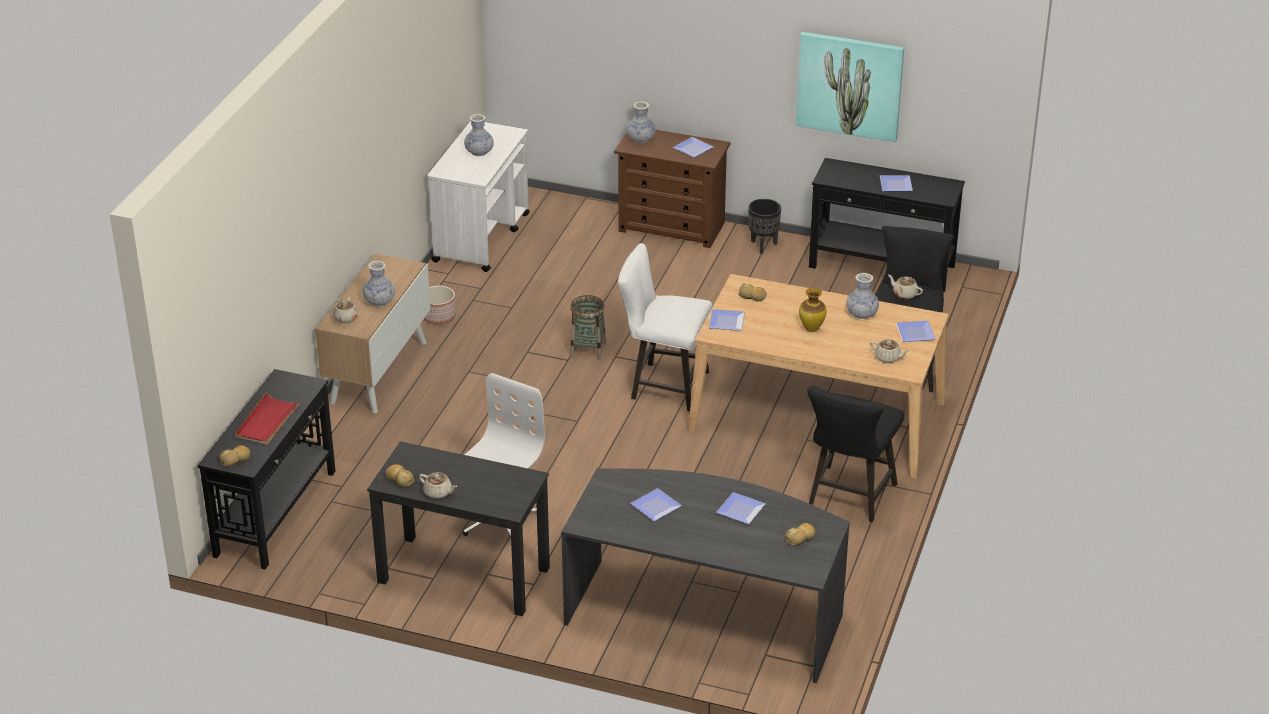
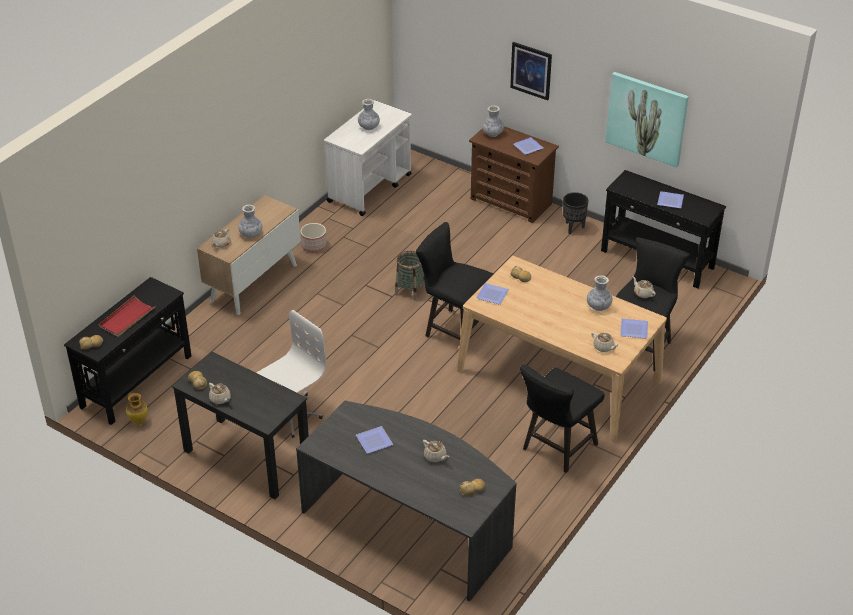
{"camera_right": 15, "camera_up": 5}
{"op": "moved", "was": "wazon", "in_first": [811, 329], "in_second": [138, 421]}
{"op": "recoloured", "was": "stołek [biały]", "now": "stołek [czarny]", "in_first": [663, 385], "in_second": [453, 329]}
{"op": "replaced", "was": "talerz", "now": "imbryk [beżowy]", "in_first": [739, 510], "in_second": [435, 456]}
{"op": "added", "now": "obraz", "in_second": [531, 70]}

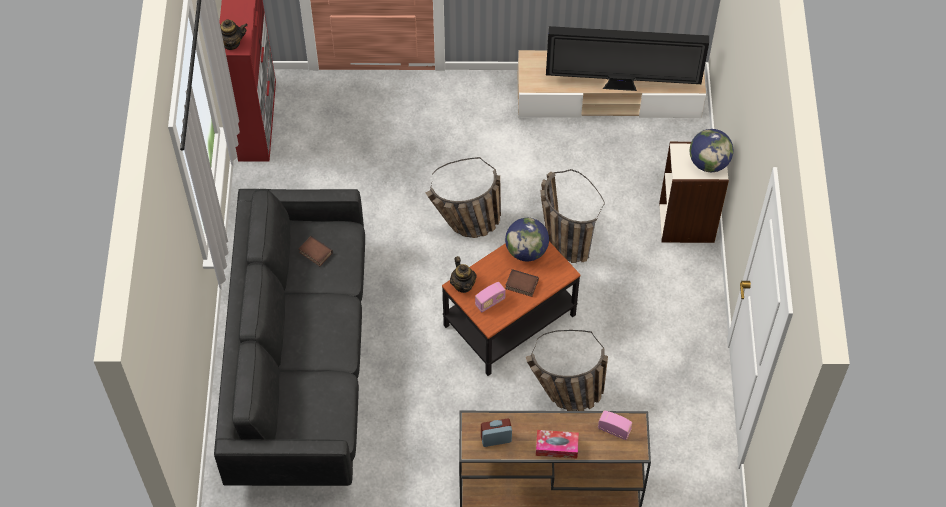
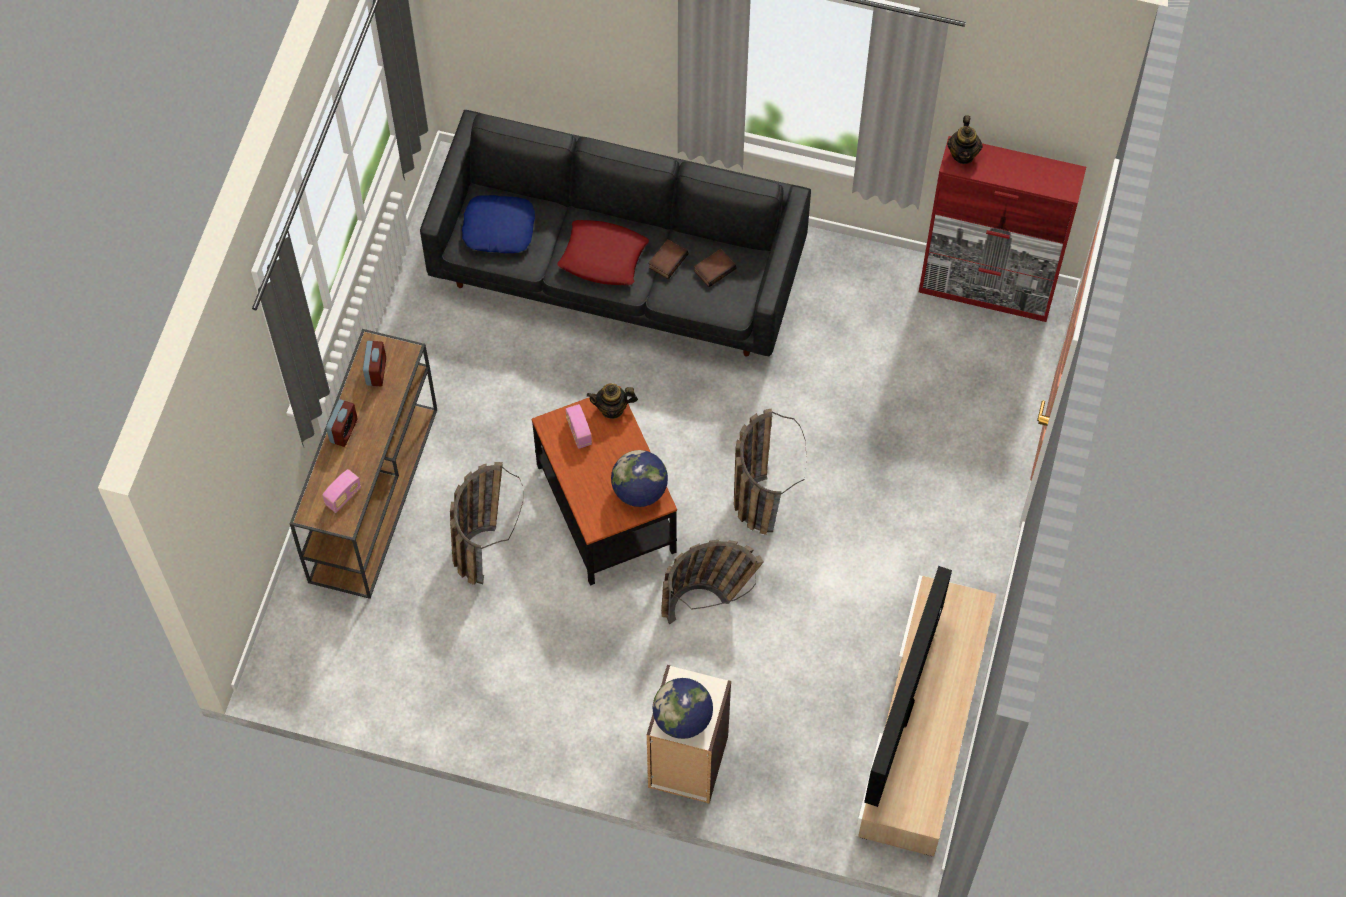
{"camera_right": 105, "camera_up": 5}
{"op": "replaced", "was": "pudełko chusteczek", "now": "budzik", "in_first": [556, 447], "in_second": [343, 431]}
{"op": "added", "now": "poduszka [niebieski]", "in_second": [499, 228]}
{"op": "added", "now": "poduszka [czerwony]", "in_second": [603, 257]}
{"op": "moved", "was": "książka", "in_first": [521, 285], "in_second": [667, 260]}

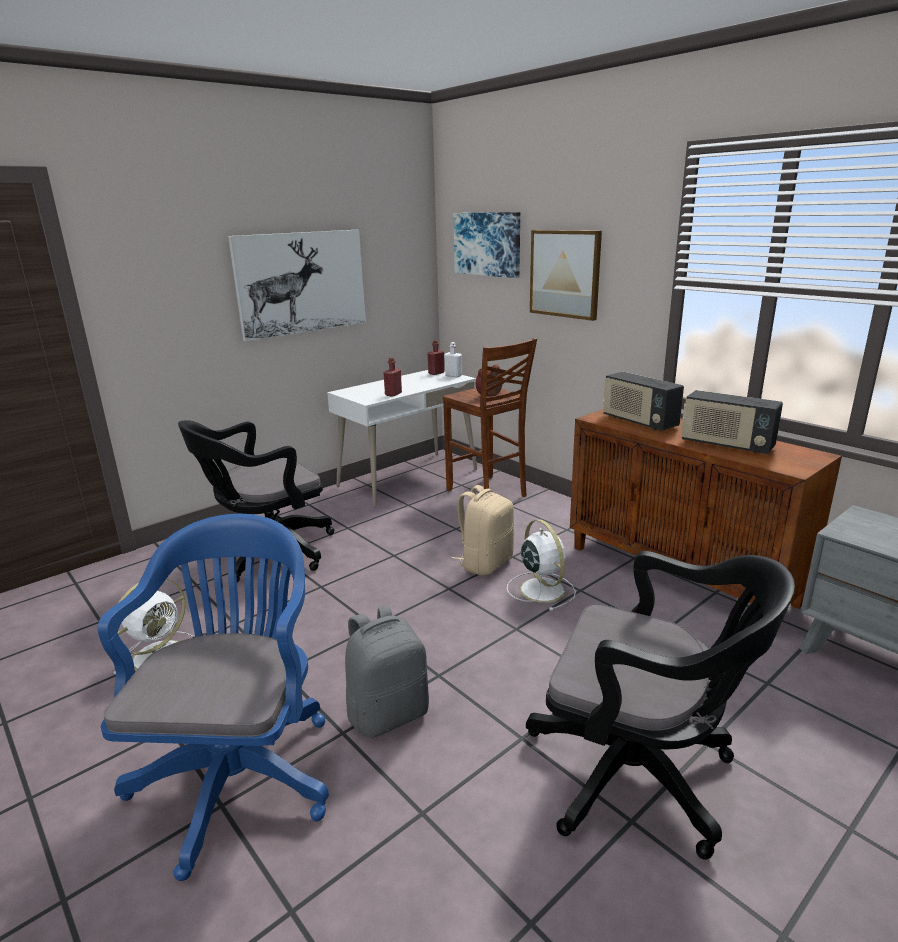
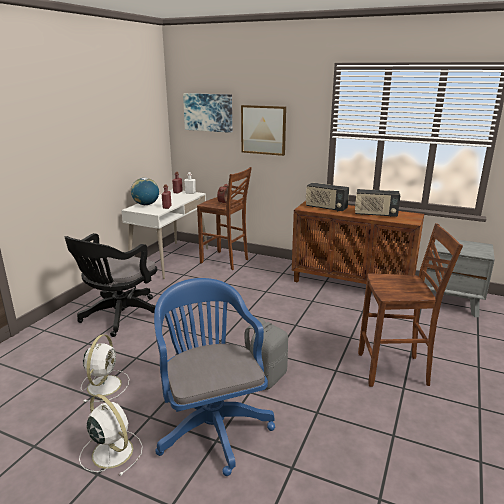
{"camera_right": -25, "camera_up": 0}
{"op": "moved", "was": "wentylator [biały]", "in_first": [541, 589], "in_second": [111, 451]}
{"op": "added", "now": "globus", "in_second": [146, 204]}
{"op": "replaced", "was": "krzesło biurowe [czarny]", "now": "stołek [brązowy]", "in_first": [640, 775], "in_second": [394, 370]}
{"op": "removed", "was": "obraz", "in_first": [301, 283]}
{"op": "removed", "was": "plecak [beżowy]", "in_first": [485, 563]}

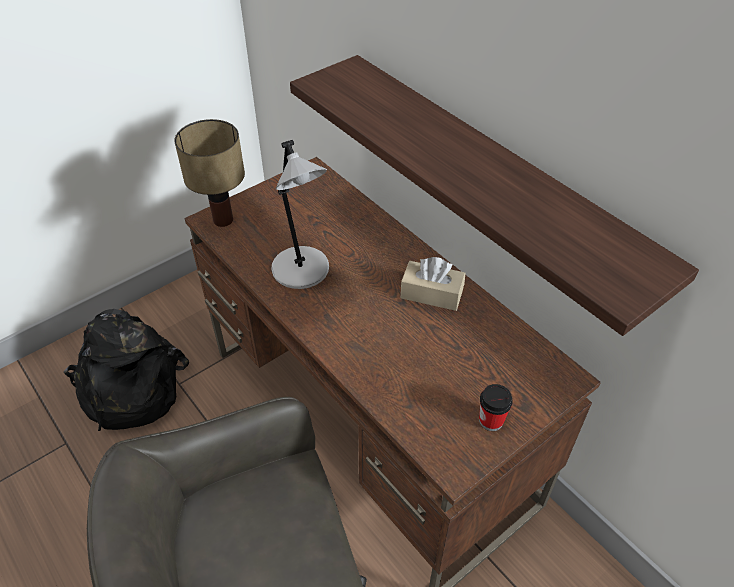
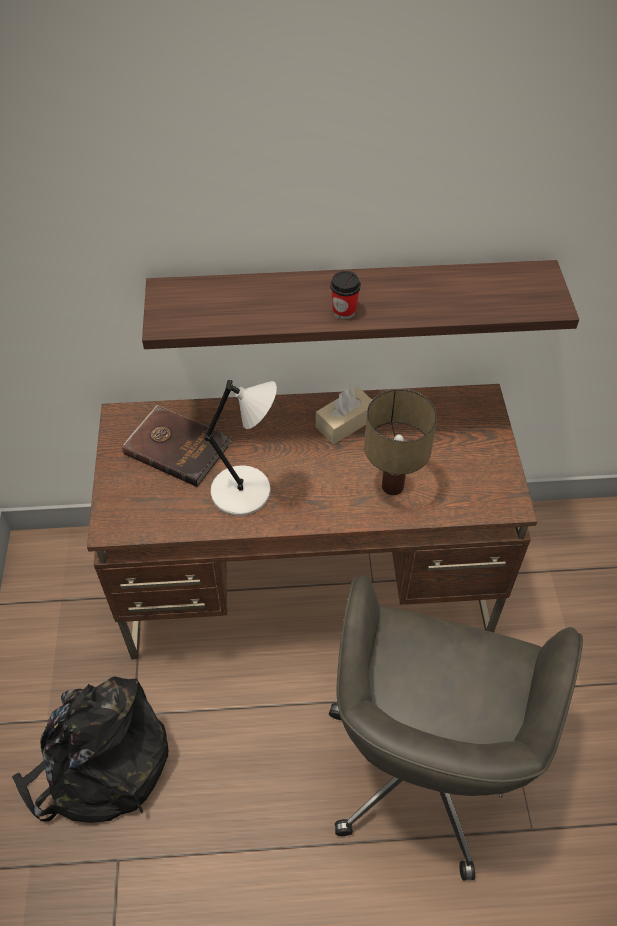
{"camera_right": -55, "camera_up": 5}
{"op": "added", "now": "książka [brązowy]", "in_second": [177, 447]}
{"op": "moved", "was": "filiżanka", "in_first": [491, 420], "in_second": [344, 311]}
{"op": "moved", "was": "lampa stołowa", "in_first": [222, 220], "in_second": [392, 487]}

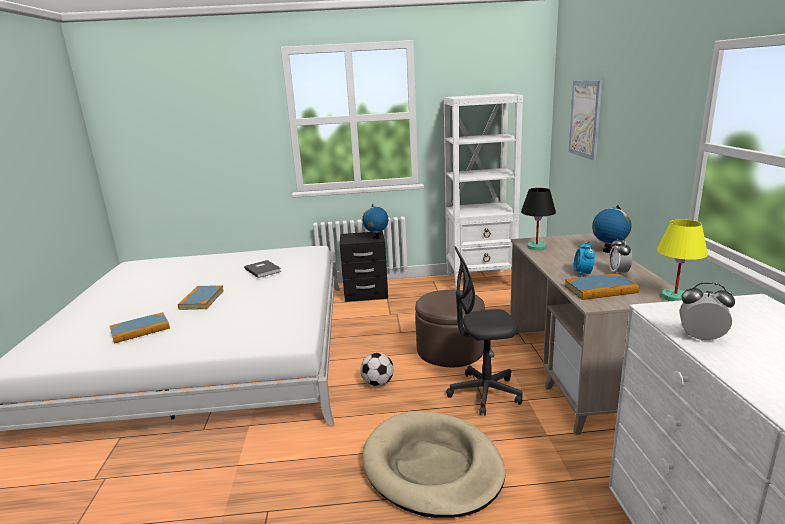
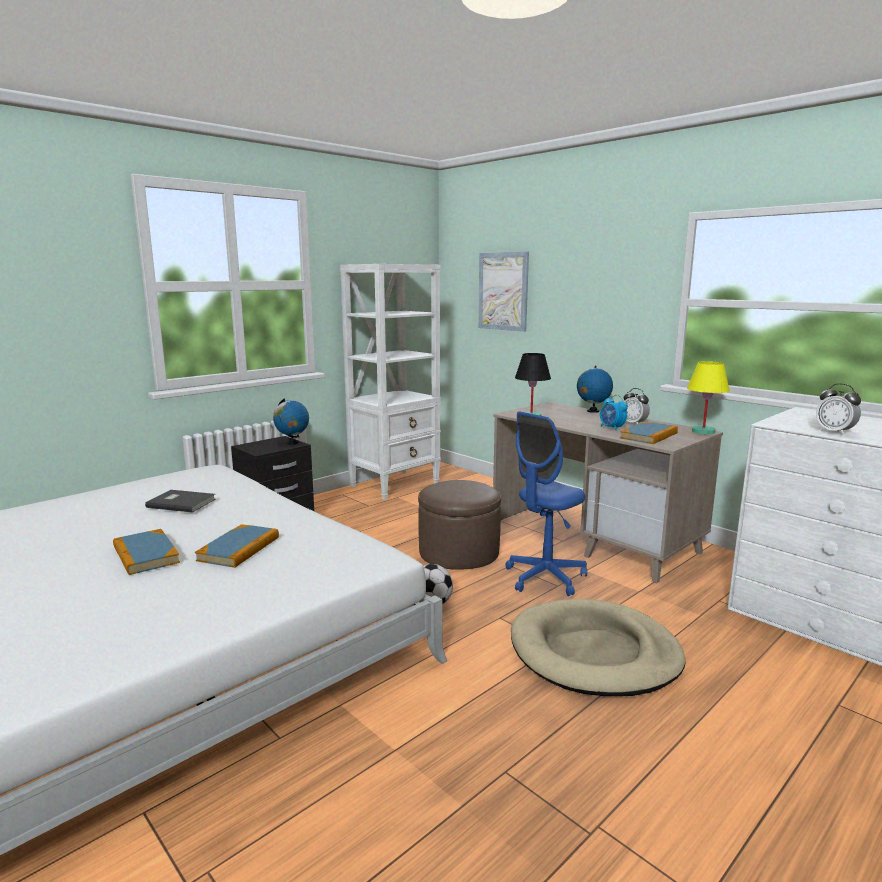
{"camera_right": -40, "camera_up": -5}
{"op": "moved", "was": "książka", "in_first": [140, 330], "in_second": [239, 549]}
{"op": "recoloured", "was": "krzesło biurowe [szary]", "now": "krzesło biurowe [niebieski]", "in_first": [484, 393], "in_second": [545, 578]}
{"op": "turned", "was": "budzik", "in_first": [701, 338], "in_second": [834, 432], "clockwise": -105}

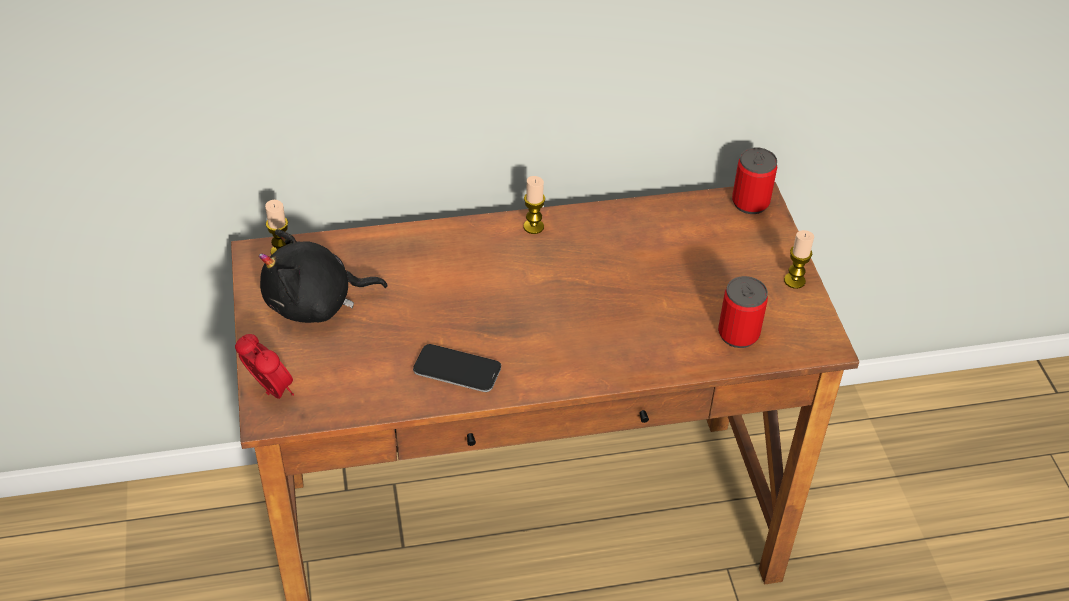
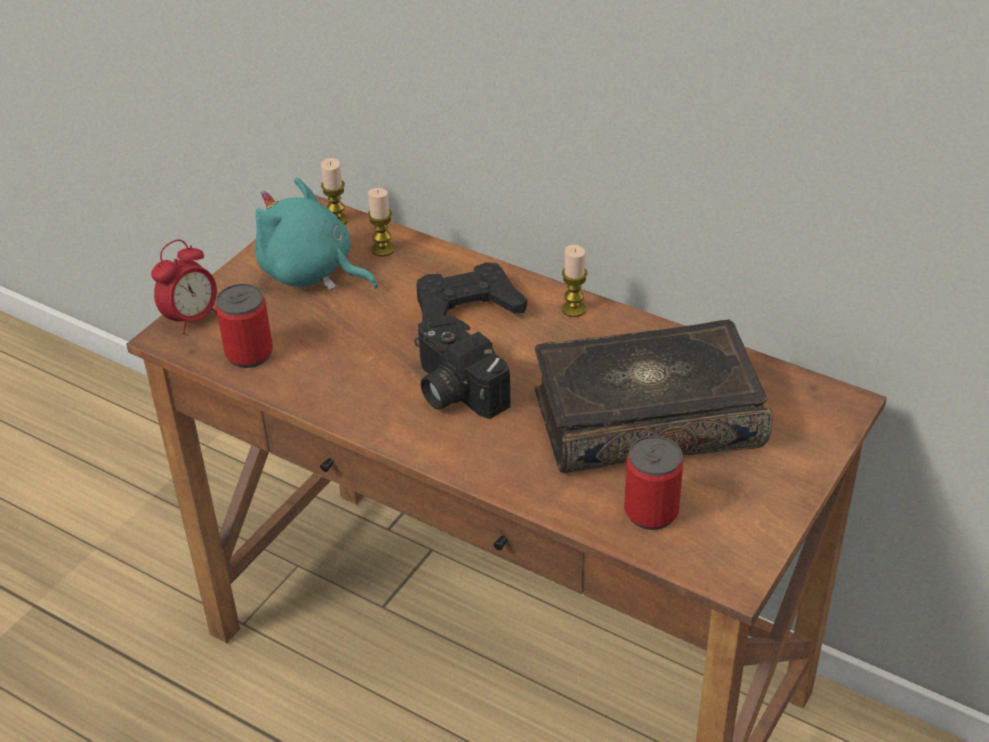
{"camera_right": 45, "camera_up": -5}
{"op": "turned", "was": "budzik", "in_first": [269, 392], "in_second": [192, 319], "clockwise": 45}
{"op": "moved", "was": "puszka", "in_first": [750, 203], "in_second": [249, 354]}
{"op": "recoloured", "was": "pluszak [czarny]", "now": "pluszak [turkusowy]", "in_first": [315, 303], "in_second": [311, 273]}
{"op": "moved", "was": "świeca", "in_first": [794, 281], "in_second": [383, 249]}
{"op": "added", "now": "aparat fotograficzny", "in_second": [453, 389]}
{"op": "added", "now": "pad do gier [czarny]", "in_second": [467, 306]}
{"op": "added", "now": "książka", "in_second": [646, 418]}
{"op": "removed", "was": "telefon", "in_first": [457, 369]}

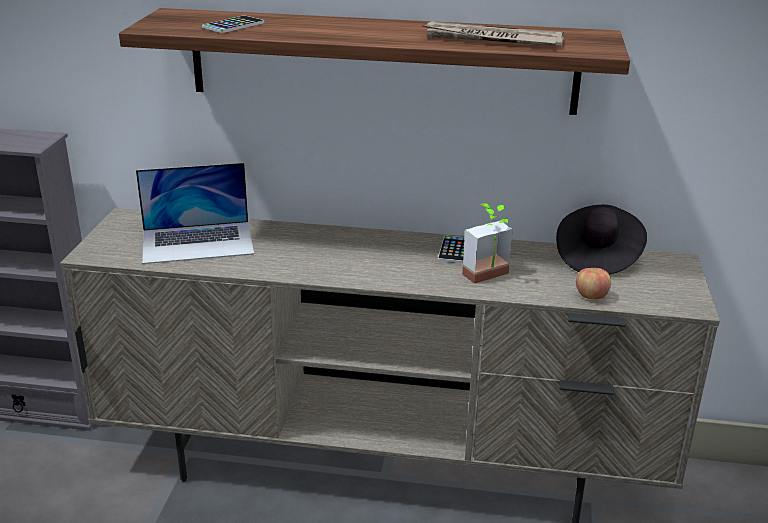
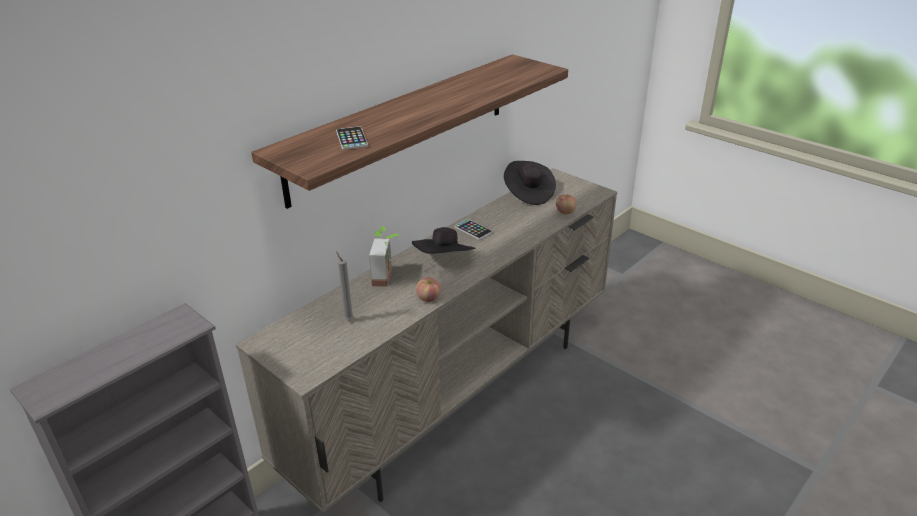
{"camera_right": -55, "camera_up": 5}
{"op": "replaced", "was": "laptop", "now": "świeca [szary]", "in_first": [198, 242], "in_second": [348, 319]}
{"op": "moved", "was": "roślina doniczkowa", "in_first": [490, 277], "in_second": [388, 277]}
{"op": "added", "now": "kapelusz [czarny]", "in_second": [444, 260]}
{"op": "added", "now": "jabłko", "in_second": [428, 298]}
{"op": "removed", "was": "gazeta", "in_first": [492, 39]}

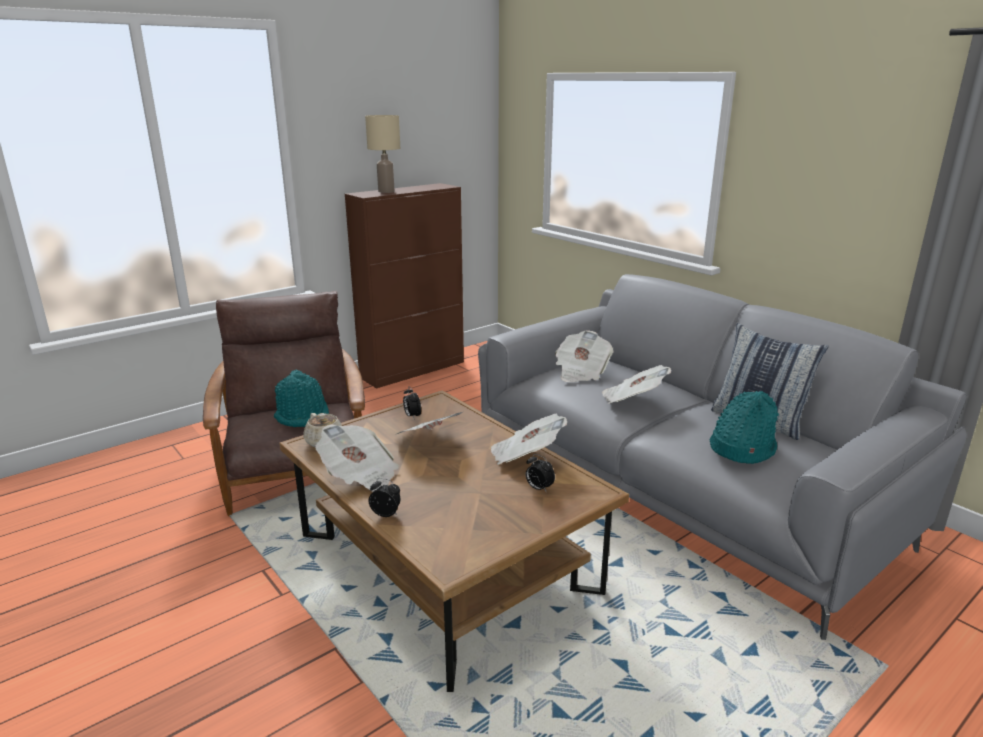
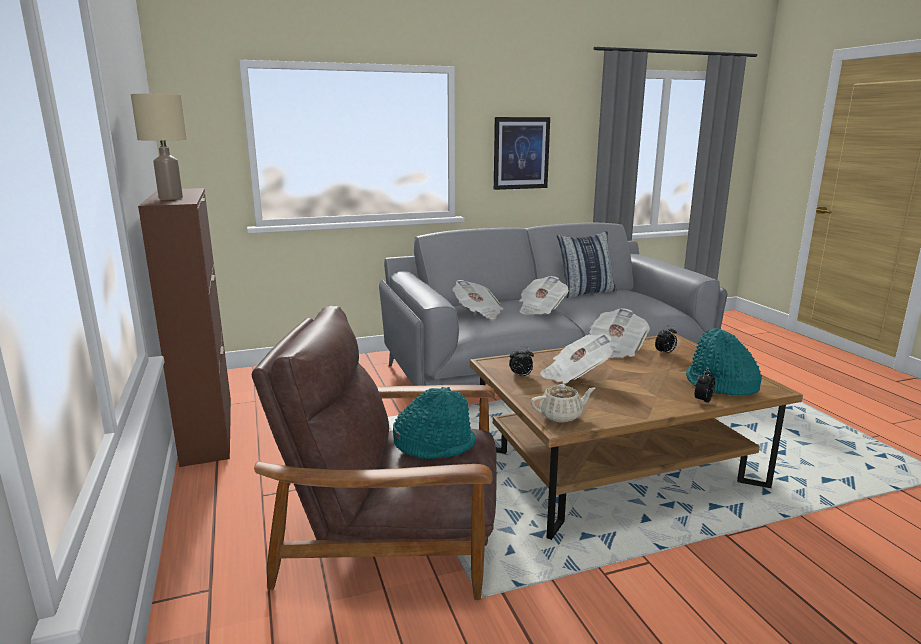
{"camera_right": -70, "camera_up": -5}
{"op": "added", "now": "obraz", "in_second": [521, 153]}
{"op": "moved", "was": "kapelusz [turkusowy]", "in_first": [741, 448], "in_second": [720, 385]}
{"op": "removed", "was": "gazeta", "in_first": [360, 476]}

